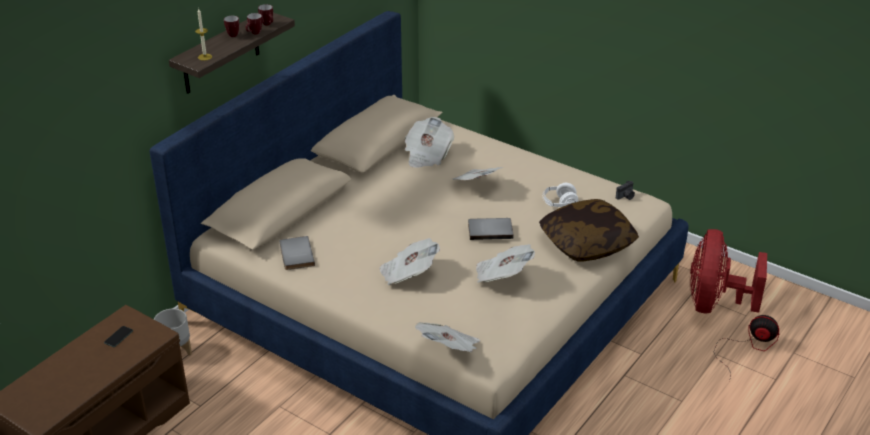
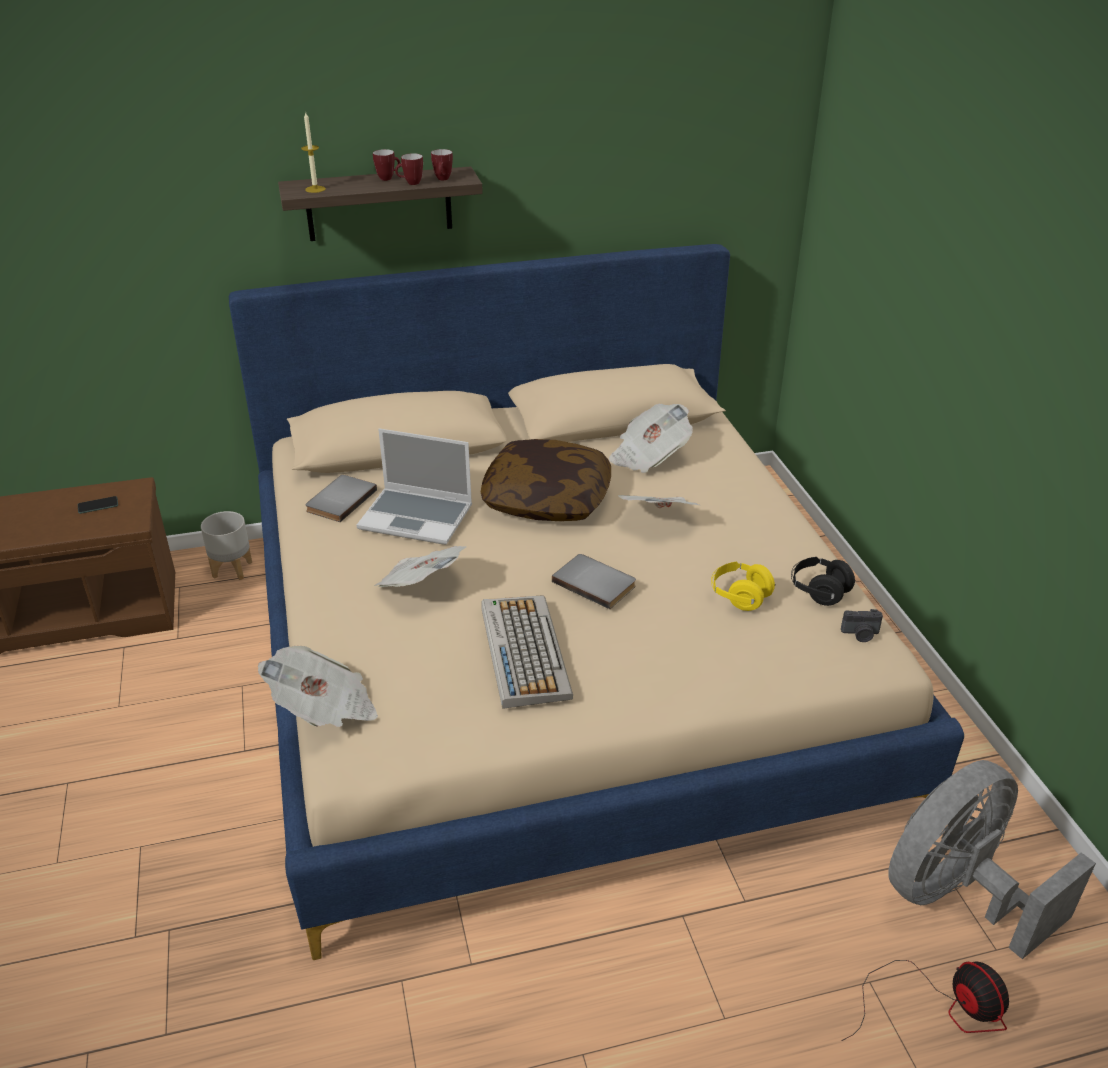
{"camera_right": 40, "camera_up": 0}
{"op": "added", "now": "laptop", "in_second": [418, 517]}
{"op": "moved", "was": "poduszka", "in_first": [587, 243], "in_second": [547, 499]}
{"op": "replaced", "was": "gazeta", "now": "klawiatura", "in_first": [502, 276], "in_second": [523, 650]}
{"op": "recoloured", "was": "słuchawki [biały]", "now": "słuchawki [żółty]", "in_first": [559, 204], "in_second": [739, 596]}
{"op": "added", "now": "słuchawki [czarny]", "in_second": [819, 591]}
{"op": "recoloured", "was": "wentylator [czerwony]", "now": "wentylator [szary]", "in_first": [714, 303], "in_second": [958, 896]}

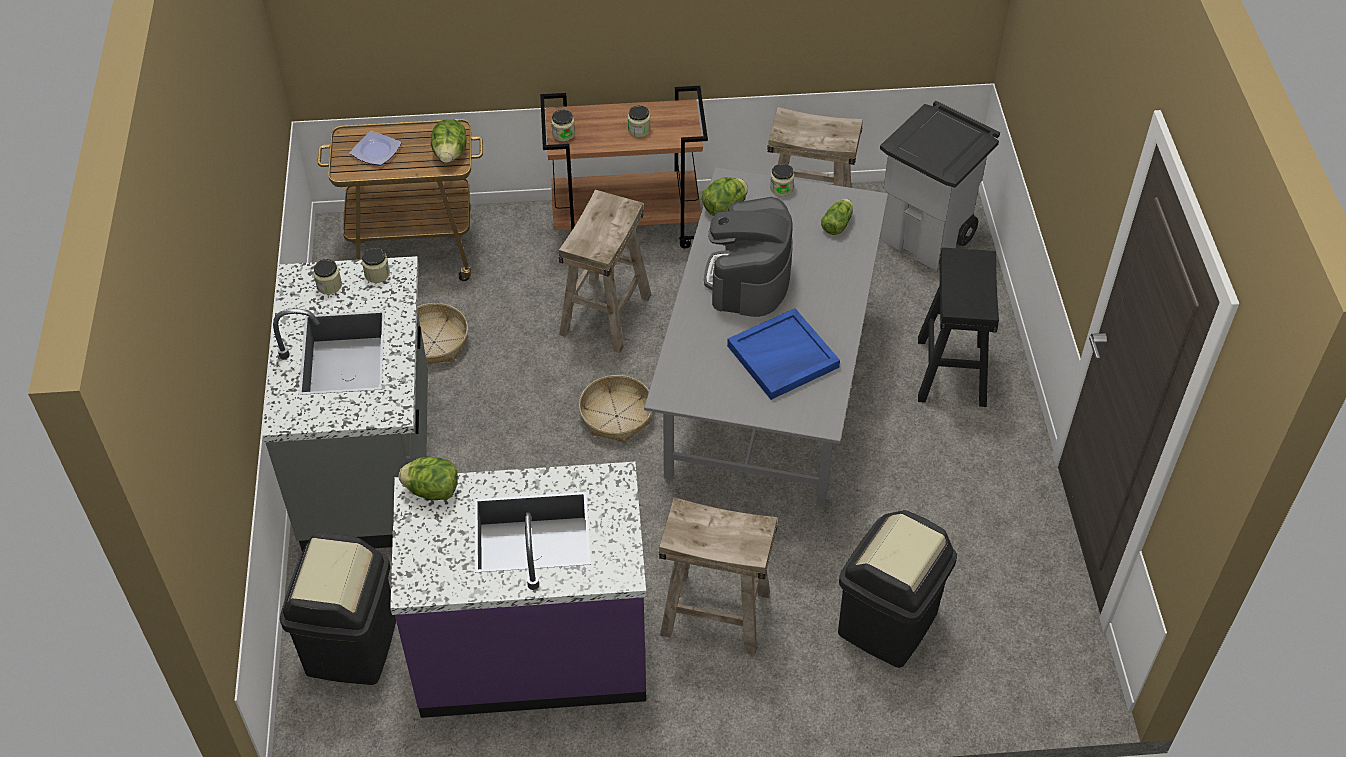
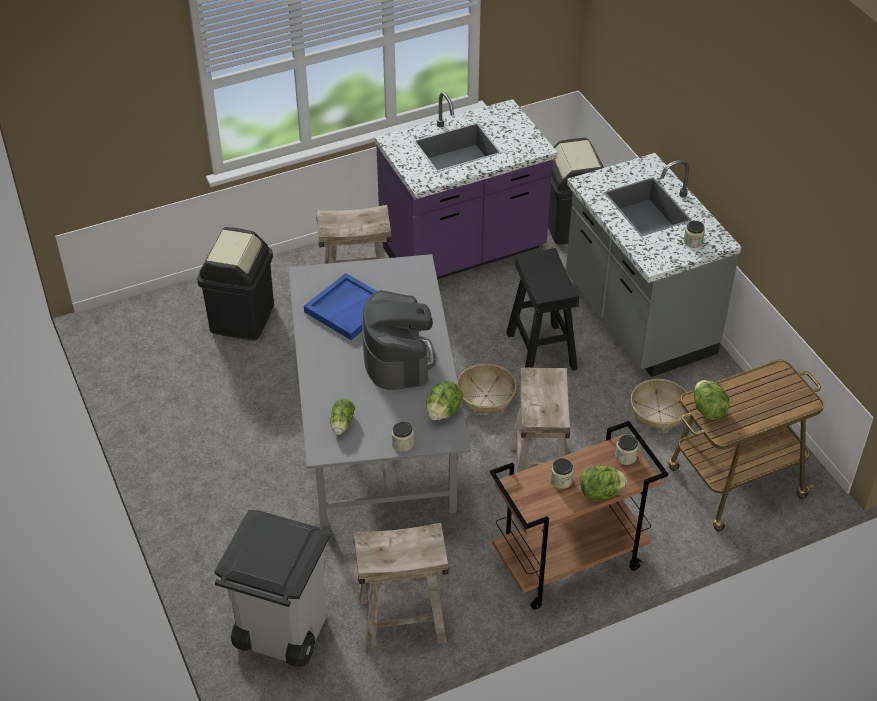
{"camera_right": 160, "camera_up": -5}
{"op": "moved", "was": "stołek [czarny]", "in_first": [952, 371], "in_second": [540, 350]}
{"op": "moved", "was": "sałata", "in_first": [432, 491], "in_second": [600, 493]}
{"op": "removed", "was": "talerz", "in_first": [376, 152]}
{"op": "removed", "was": "słoik", "in_first": [377, 274]}

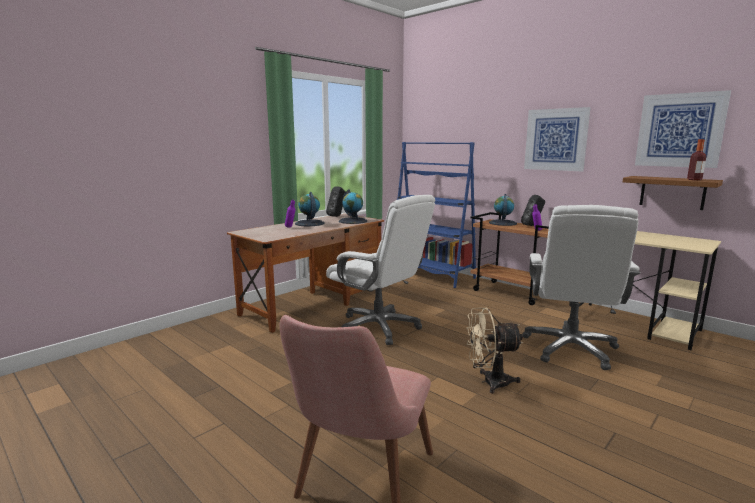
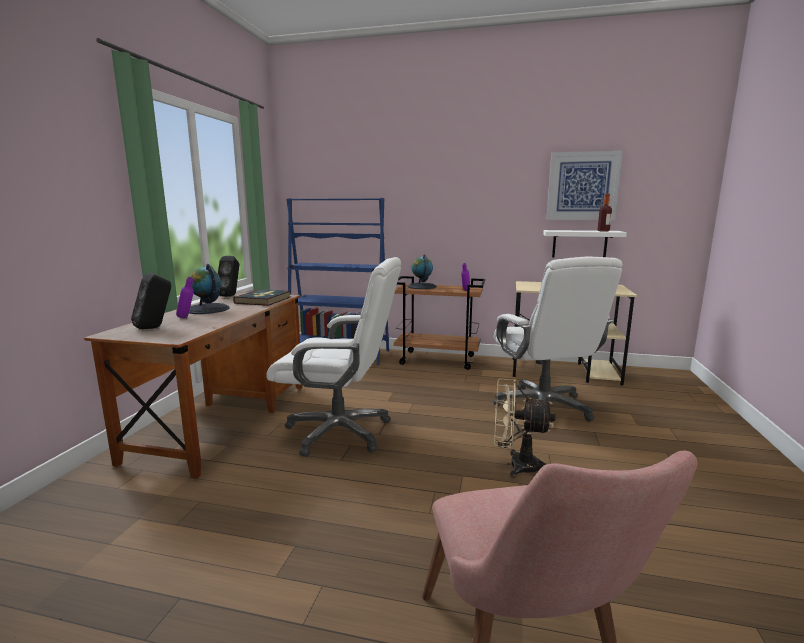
{"camera_right": -30, "camera_up": 0}
{"op": "moved", "was": "głośnik [czarny]", "in_first": [532, 225], "in_second": [155, 327]}
{"op": "replaced", "was": "globus", "now": "książka", "in_first": [353, 221], "in_second": [264, 300]}
{"op": "turned", "was": "wentylator [beżowy]", "in_first": [489, 382], "in_second": [516, 465], "clockwise": 45}
{"op": "recoloured", "was": "półka [brązowy]", "now": "półka [biały]", "in_first": [672, 192], "in_second": [579, 244]}
{"op": "removed", "was": "obraz", "in_first": [556, 139]}

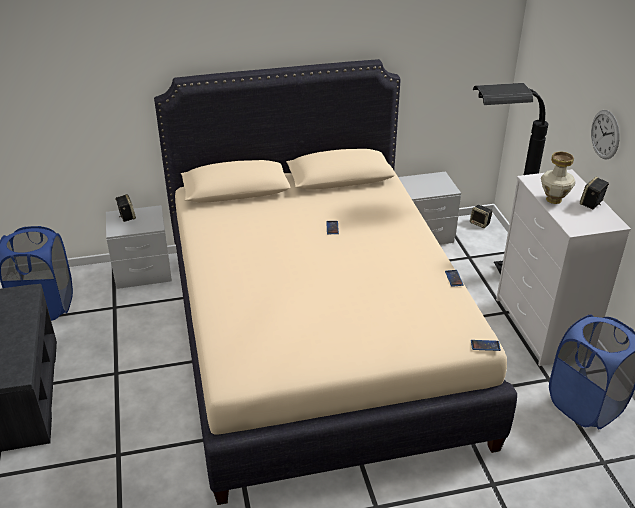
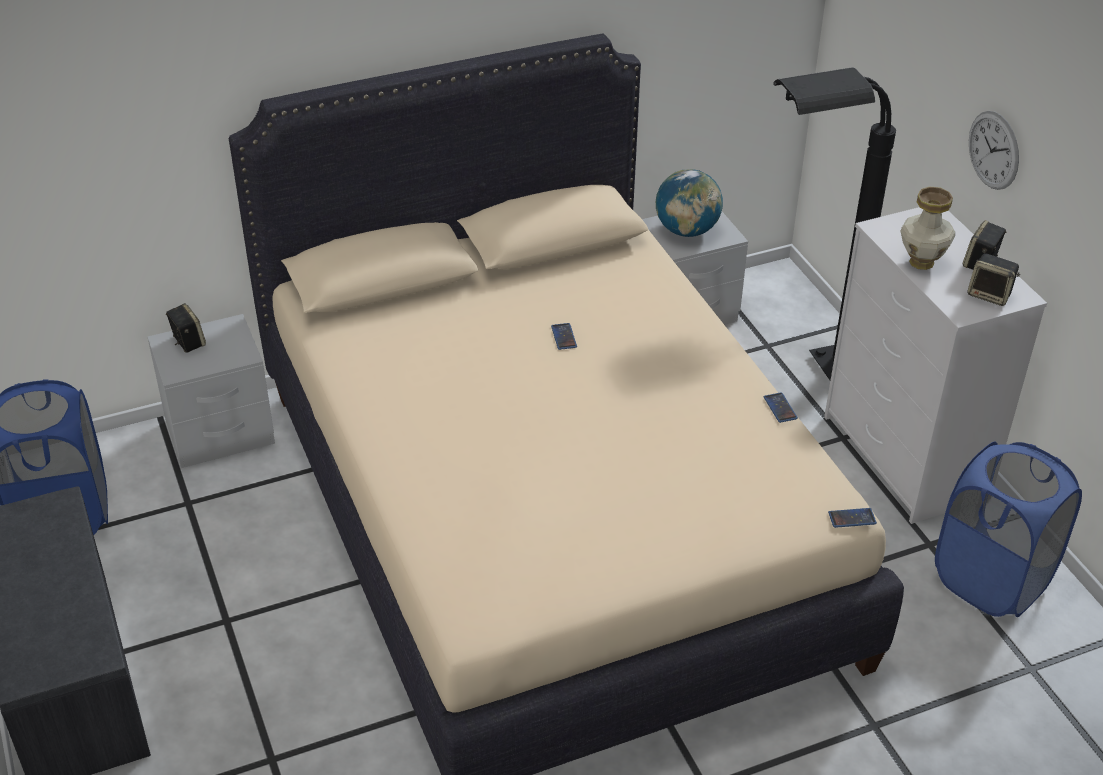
{"camera_right": -10, "camera_up": 5}
{"op": "added", "now": "globus", "in_second": [686, 231]}
{"op": "moved", "was": "głośnik", "in_first": [480, 223], "in_second": [990, 295]}

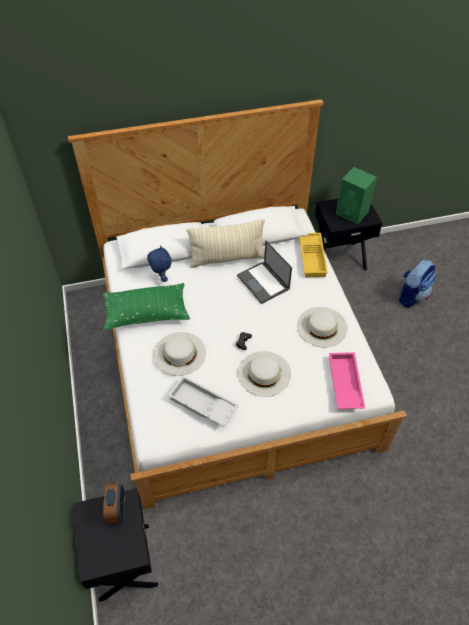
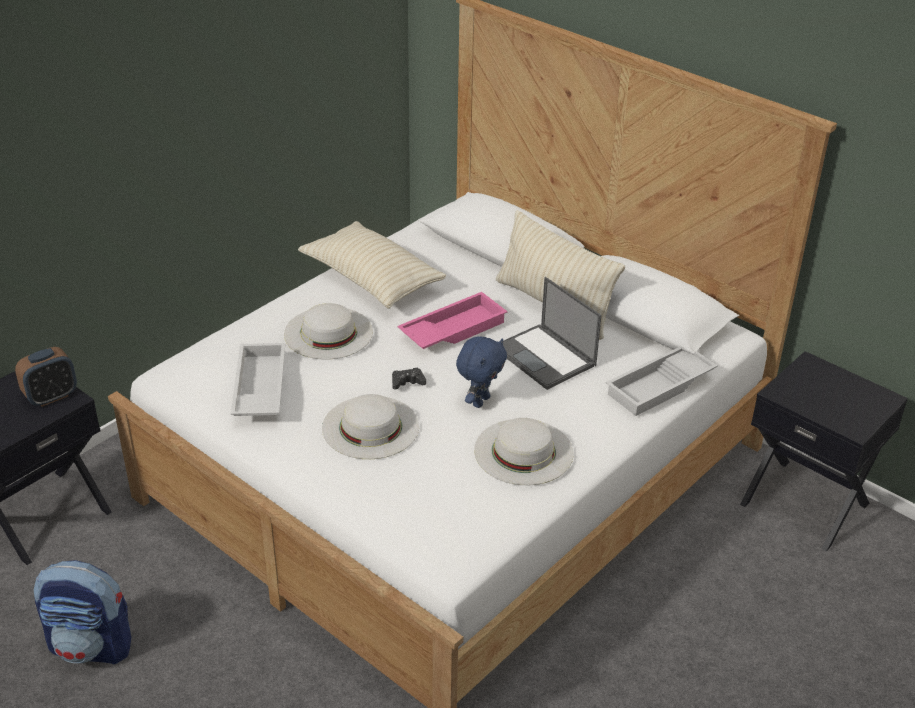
{"camera_right": 55, "camera_up": -15}
{"op": "moved", "was": "plecak", "in_first": [412, 296], "in_second": [92, 646]}
{"op": "recoloured", "was": "poduszka [zielony]", "now": "poduszka [beżowy]", "in_first": [146, 313], "in_second": [372, 280]}
{"op": "moved", "was": "taca [różowy]", "in_first": [344, 383], "in_second": [452, 329]}
{"op": "moved", "was": "pluszak [niebieski]", "in_first": [161, 278], "in_second": [480, 401]}
{"op": "turned", "was": "laptop", "in_first": [263, 283], "in_second": [545, 357], "clockwise": -60}
{"op": "recoloured", "was": "taca [żółty]", "now": "taca [biały]", "in_first": [313, 258], "in_second": [660, 387]}
{"op": "removed", "was": "głośnik [zielony]", "in_first": [352, 213]}

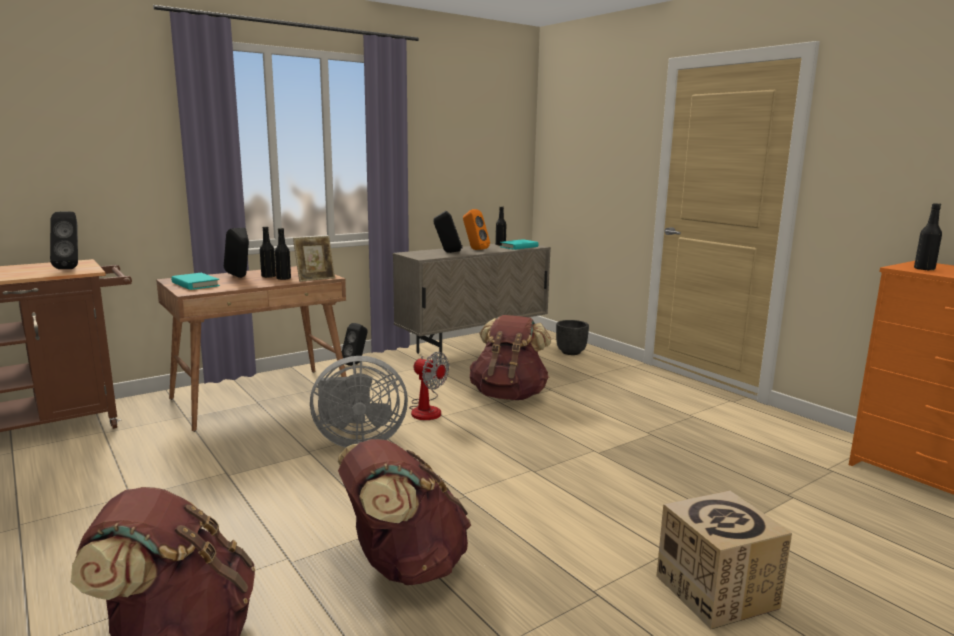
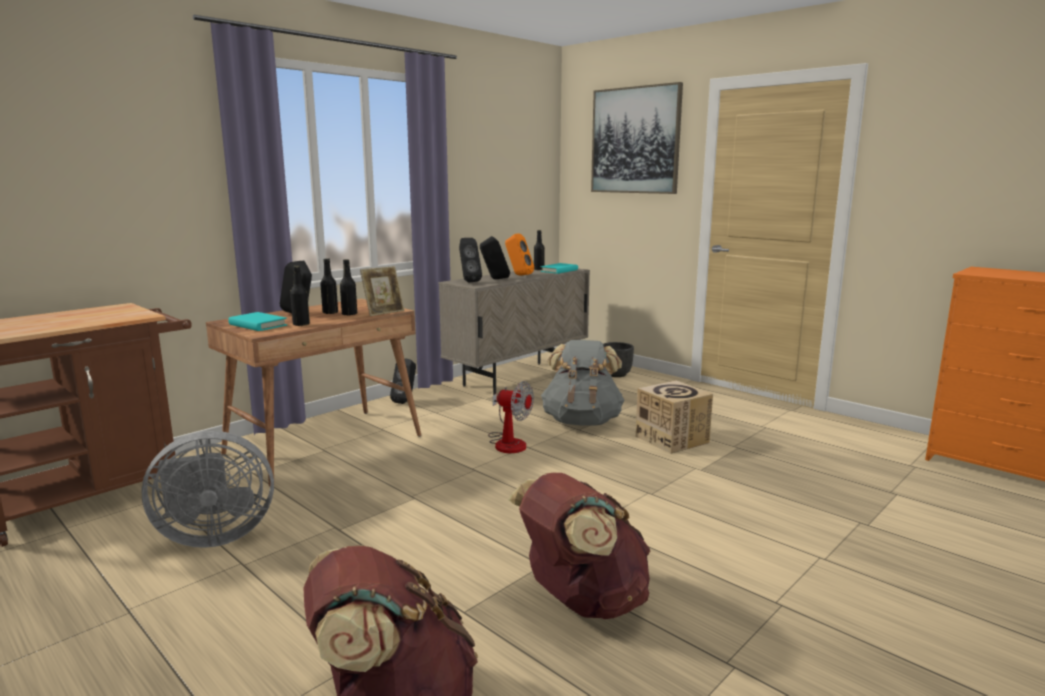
{"camera_right": -10, "camera_up": 0}
{"op": "moved", "was": "wentylator [szary]", "in_first": [357, 441], "in_second": [213, 536]}
{"op": "moved", "was": "butelka [czarny]", "in_first": [924, 269], "in_second": [301, 324]}
{"op": "moved", "was": "głośnik [czarny]", "in_first": [71, 268], "in_second": [468, 282]}
{"op": "recoloured", "was": "plecak [brązowy]", "now": "plecak [szary]", "in_first": [509, 395], "in_second": [582, 422]}
{"op": "added", "now": "obraz", "in_second": [635, 140]}
{"op": "moved", "was": "karton", "in_first": [716, 592], "in_second": [672, 439]}

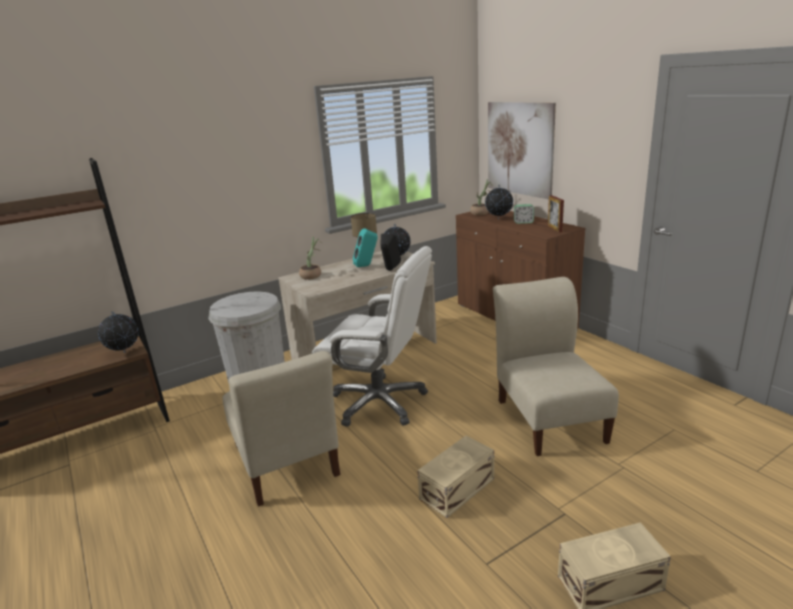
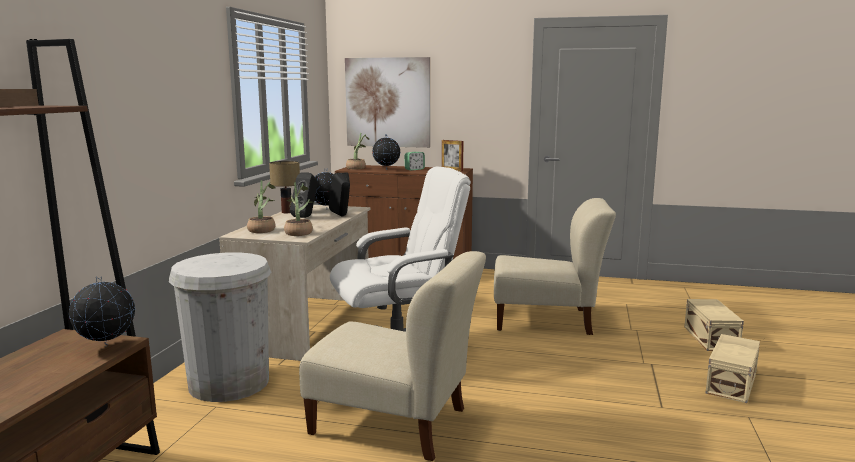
{"camera_right": -45, "camera_up": -10}
{"op": "added", "now": "roślina doniczkowa", "in_second": [298, 232]}
{"op": "recoloured", "was": "głośnik [turkusowy]", "now": "głośnik [czarny]", "in_first": [366, 266], "in_second": [306, 217]}
{"op": "turned", "was": "krzesło [beżowy]", "in_first": [549, 417], "in_second": [547, 320], "clockwise": 150}
{"op": "moved", "was": "pojemnik do przechowywania [beżowy]", "in_first": [459, 489], "in_second": [711, 338]}

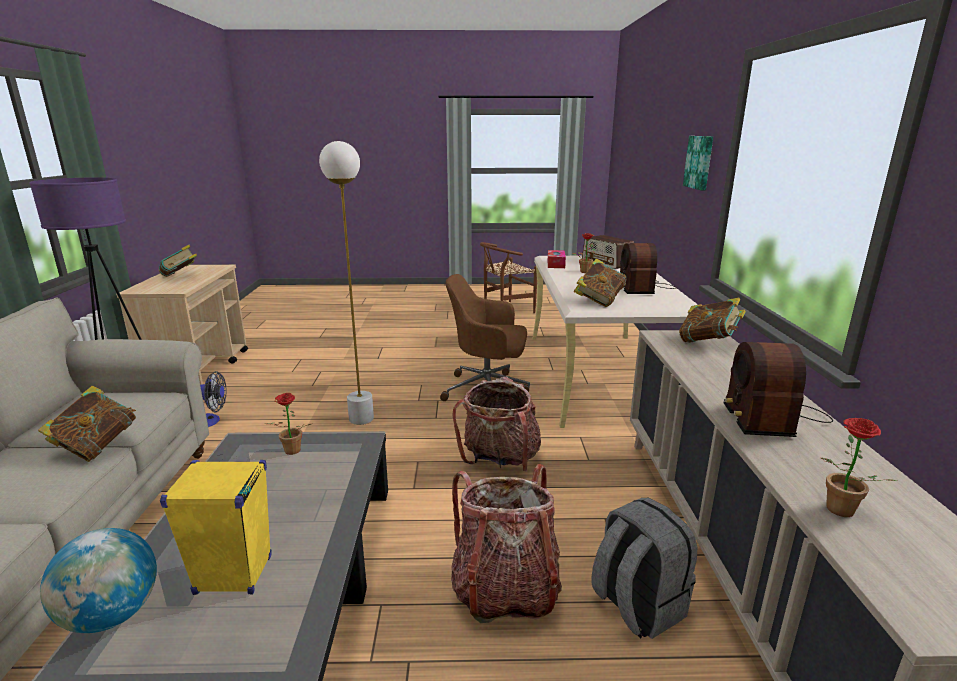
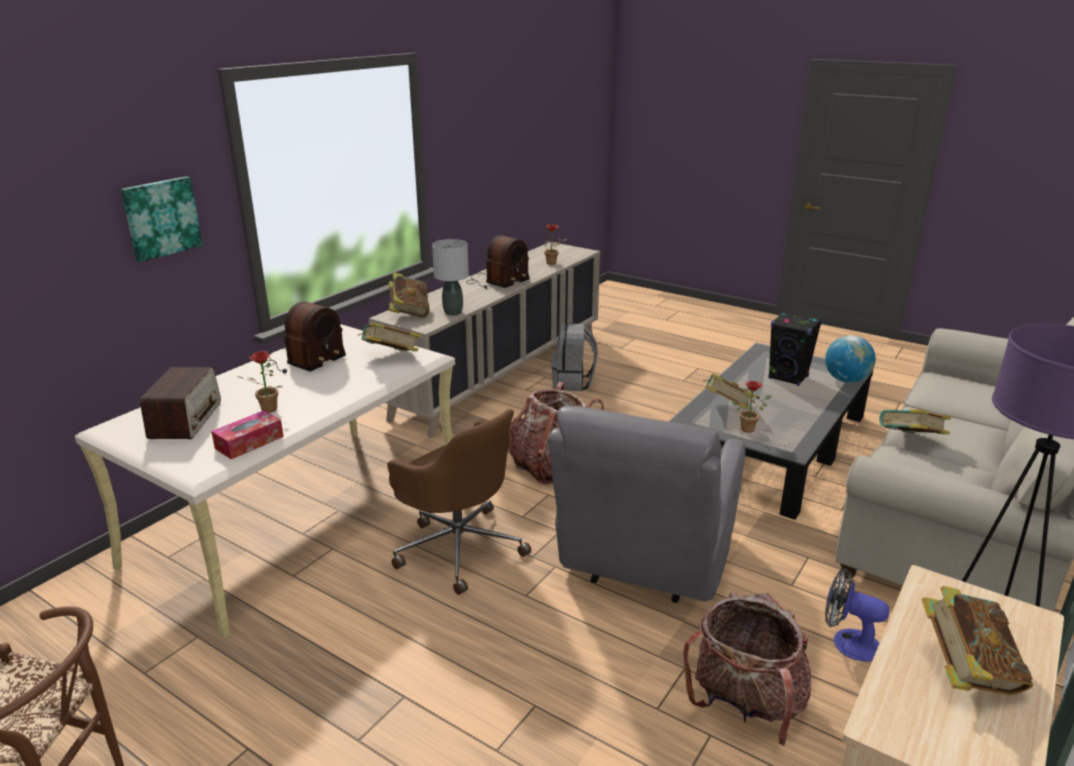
{"camera_right": -145, "camera_up": 5}
{"op": "added", "now": "lampa stołowa [szary]", "in_second": [452, 312]}
{"op": "replaced", "was": "lampa stojąca [biały]", "now": "fotel [szary]", "in_first": [361, 419], "in_second": [644, 563]}
{"op": "moved", "was": "plecak", "in_first": [504, 589], "in_second": [745, 705]}
{"op": "added", "now": "książka", "in_second": [726, 408]}
{"op": "recoloured", "was": "głośnik [żółty]", "now": "głośnik [czarny]", "in_first": [233, 575], "in_second": [788, 378]}

